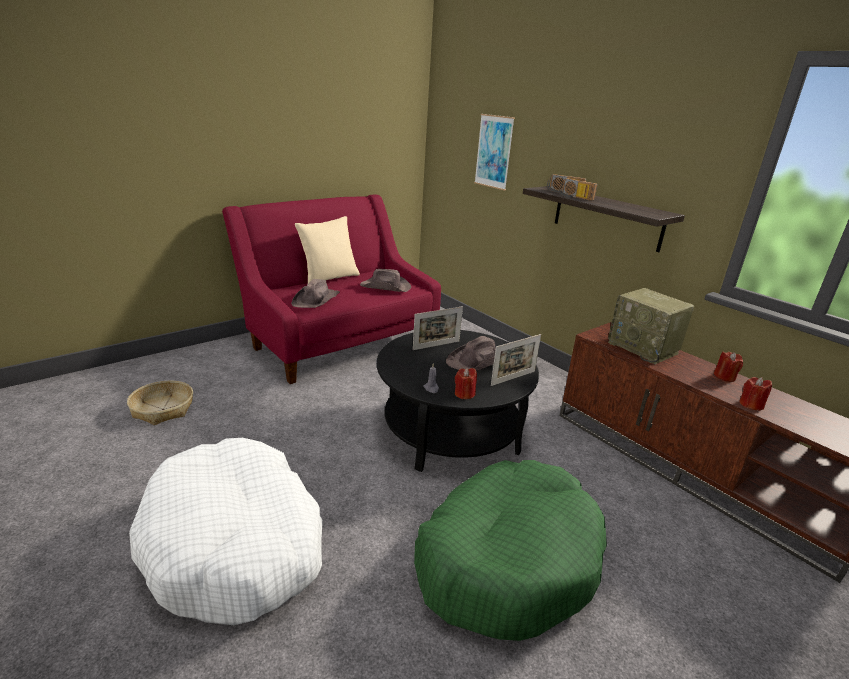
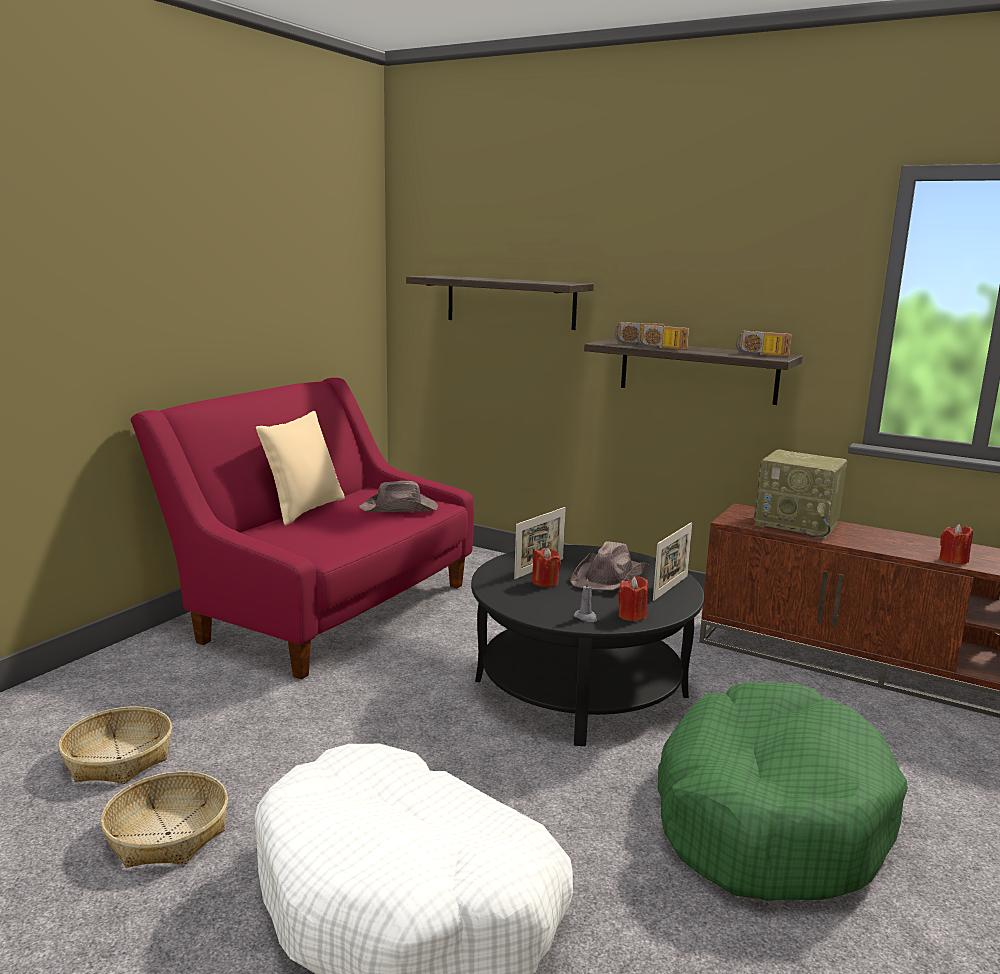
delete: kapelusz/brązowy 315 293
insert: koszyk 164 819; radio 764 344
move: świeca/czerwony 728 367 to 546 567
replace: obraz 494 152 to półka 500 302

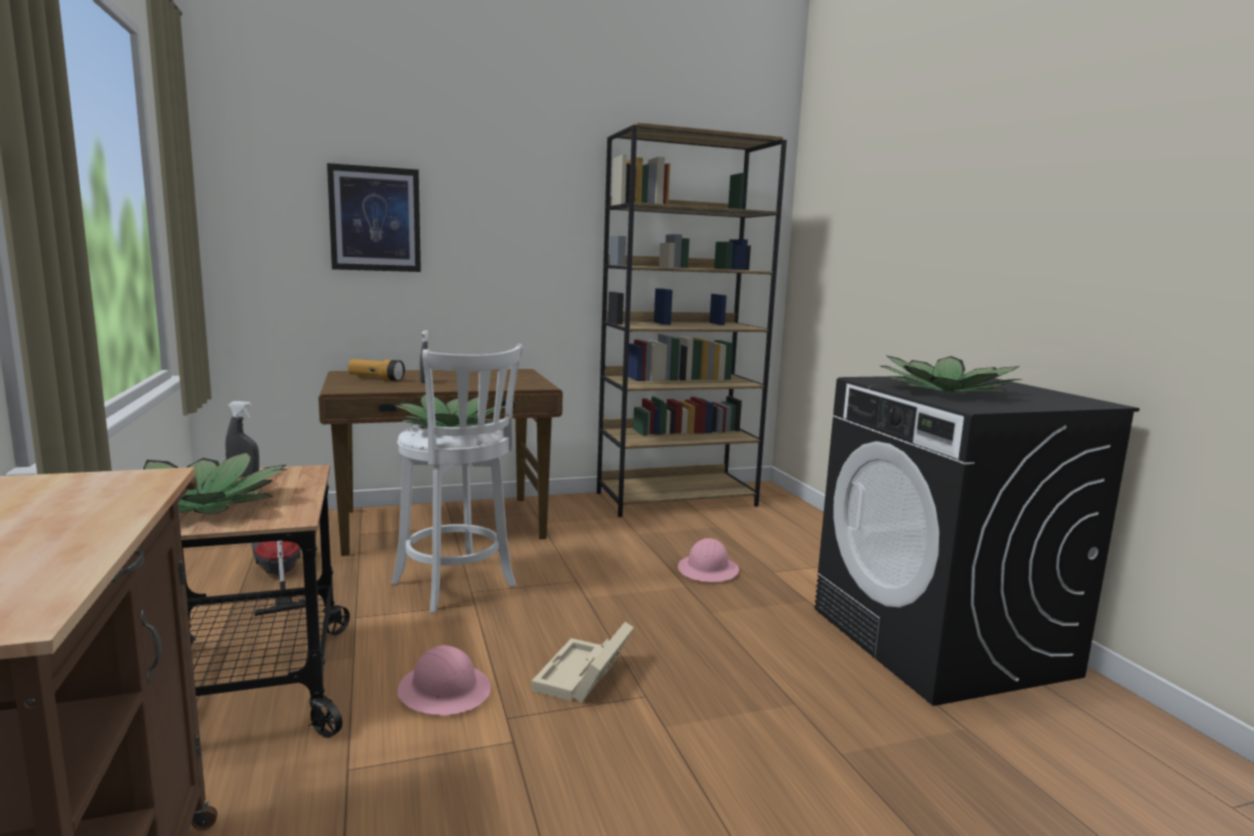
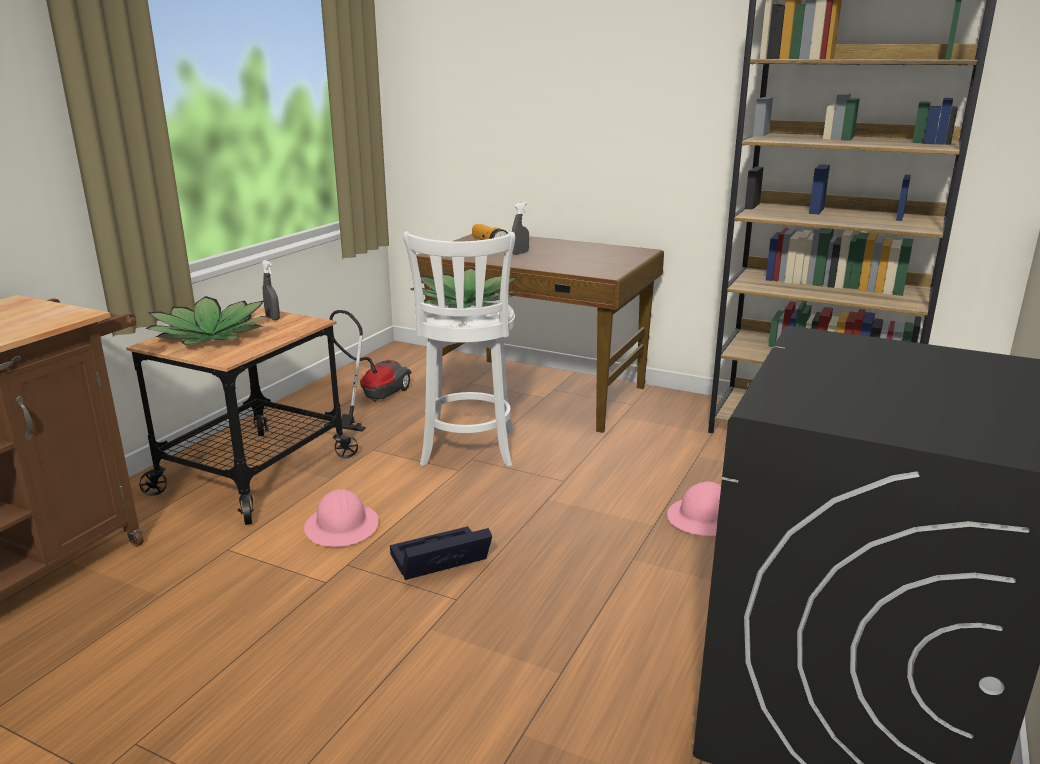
delete: obraz 374 217; roślina doniczkowa 951 374
recolor: pojemnik do przechowywania/beżowy 583 662 to pojemnik do przechowywania/czarny 441 553

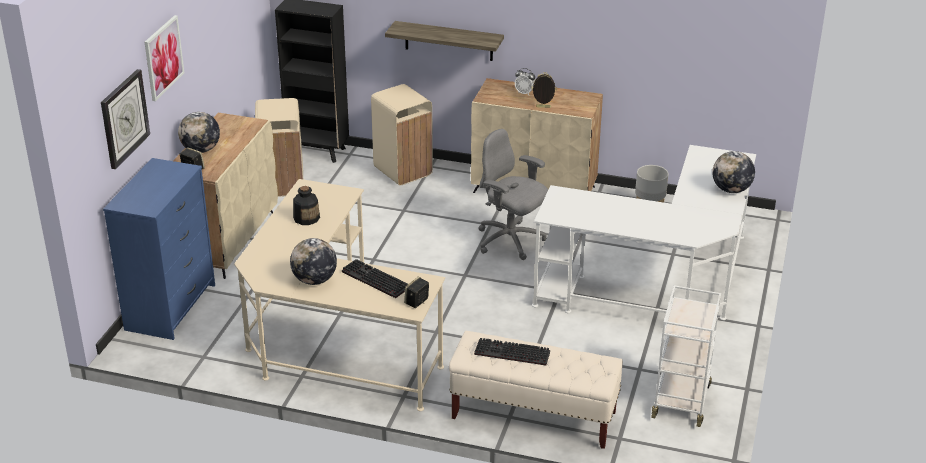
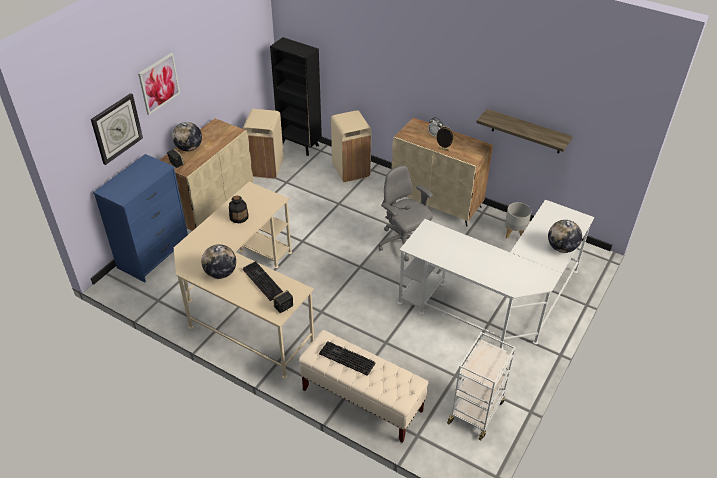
move: półka 444 41 to 524 131

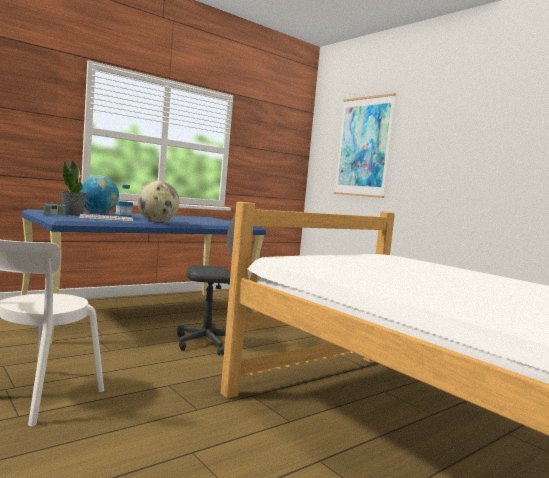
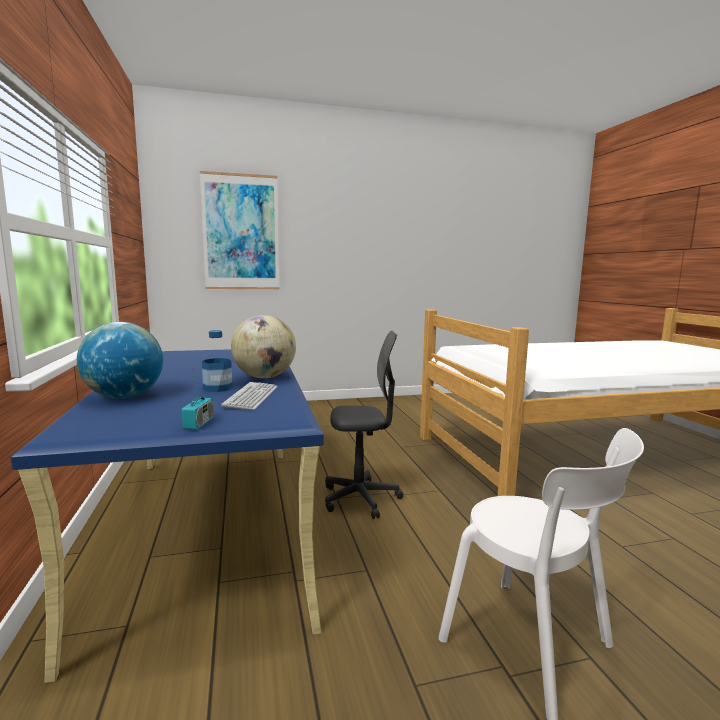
delete: roślina doniczkowa 74 188
rotate: krzesło biurowe/szary 206 283 = 364 425 75 degrees clockwise

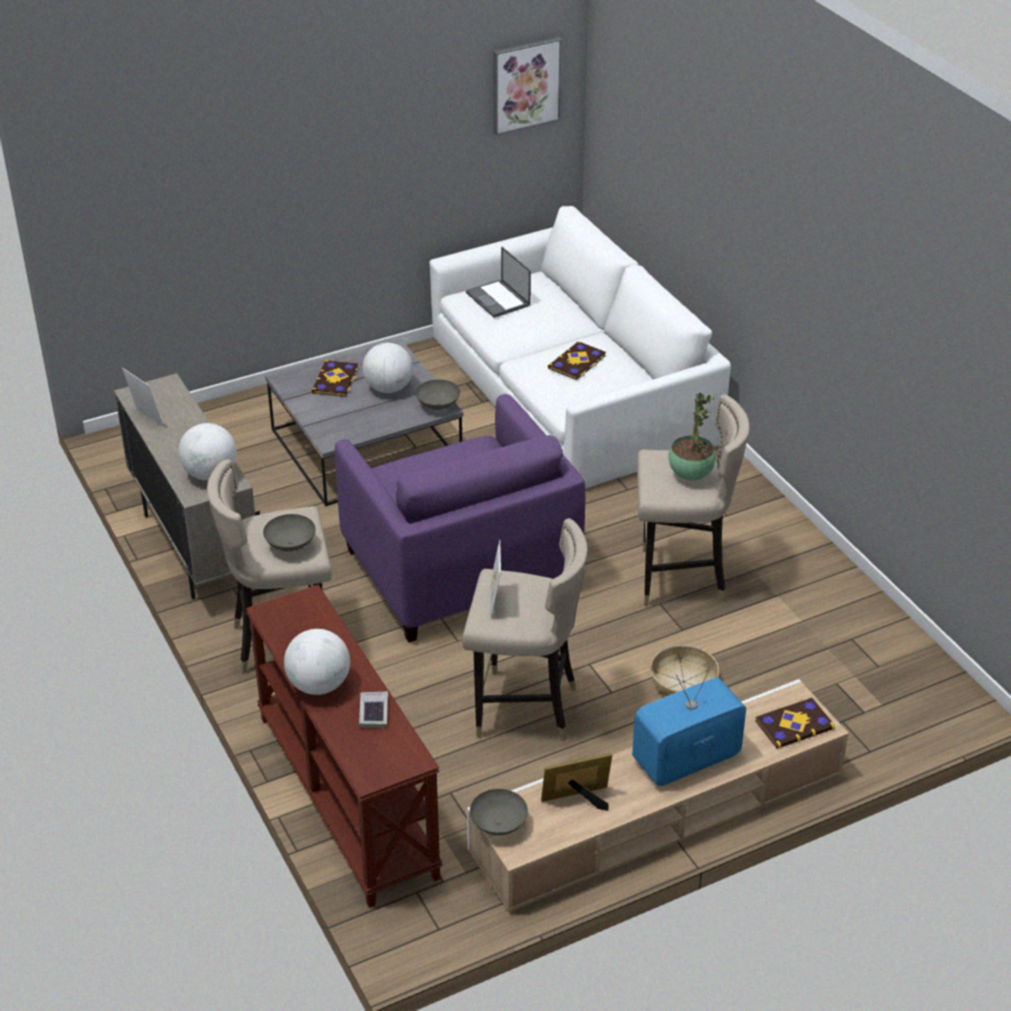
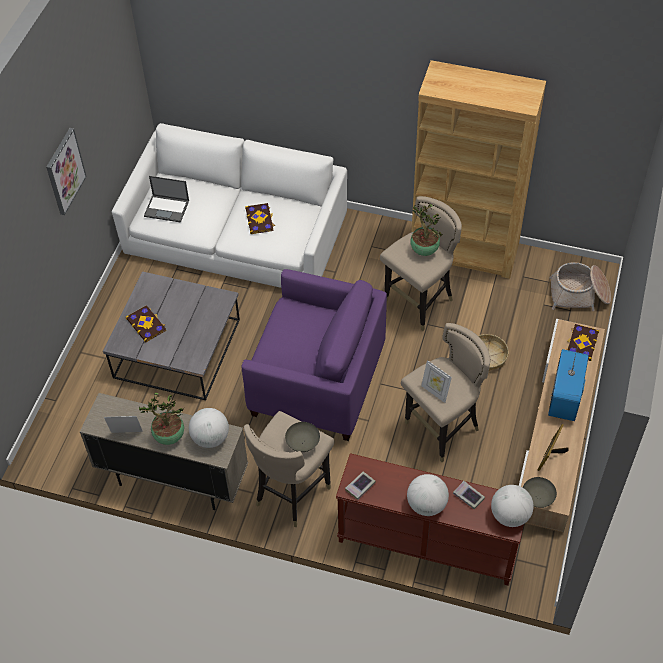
delete: miska/szary 438 394
insert: roślina doniczkowa 161 419; książka 360 486; regał/brązowy 479 169; koszyk 580 286
move: globus 388 368 to 512 506; obraz 527 86 to 66 171

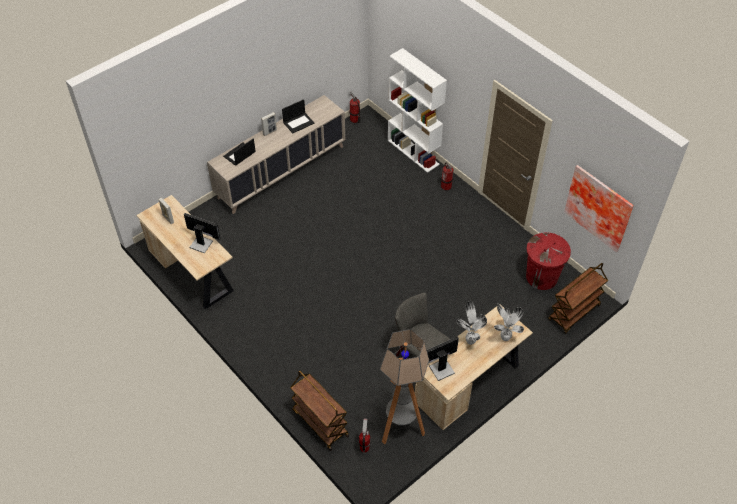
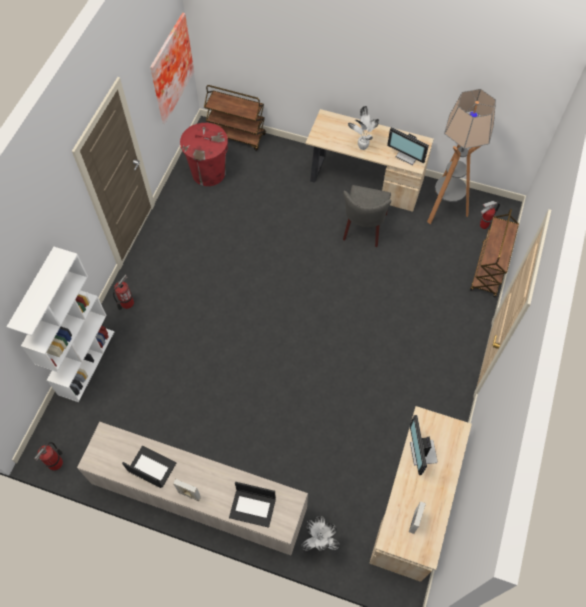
move: roślina doniczkowa 509 322 to 320 533

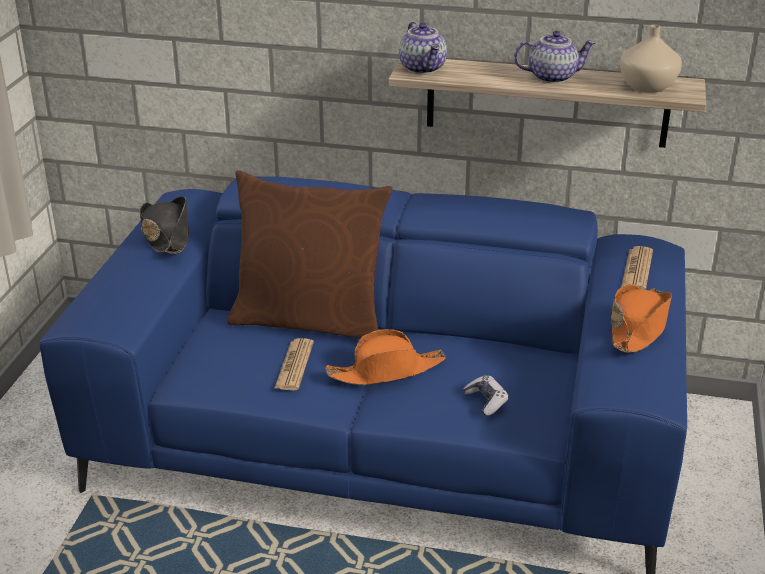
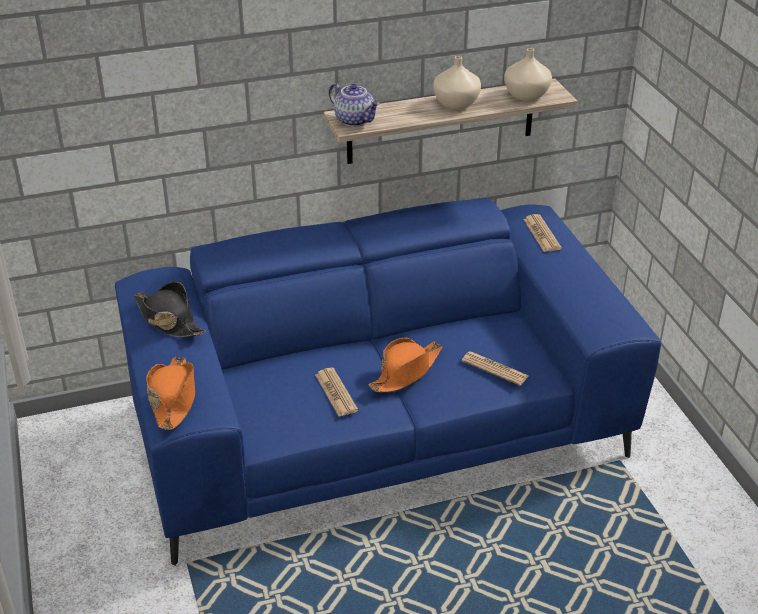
delete: poduszka/brązowy 309 254
move: kapelusz/pomarańczowy 641 318 to 170 393
replace: pad do gier 486 395 to gazeta 495 368; imbryk 555 57 to wazon/beżowy 457 83

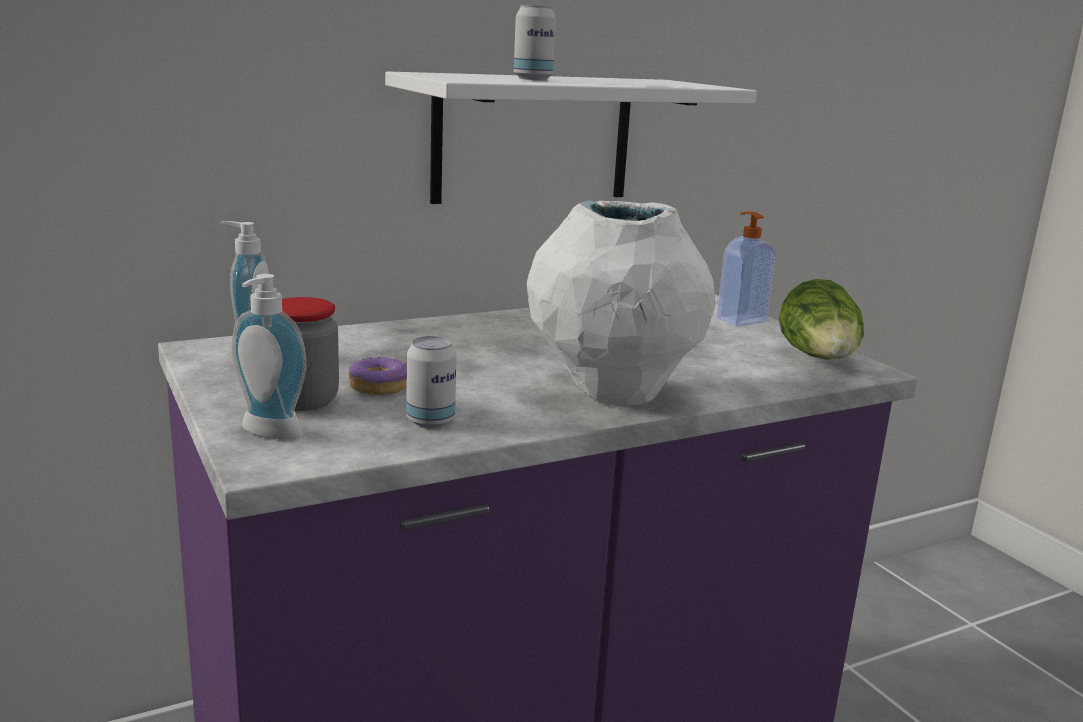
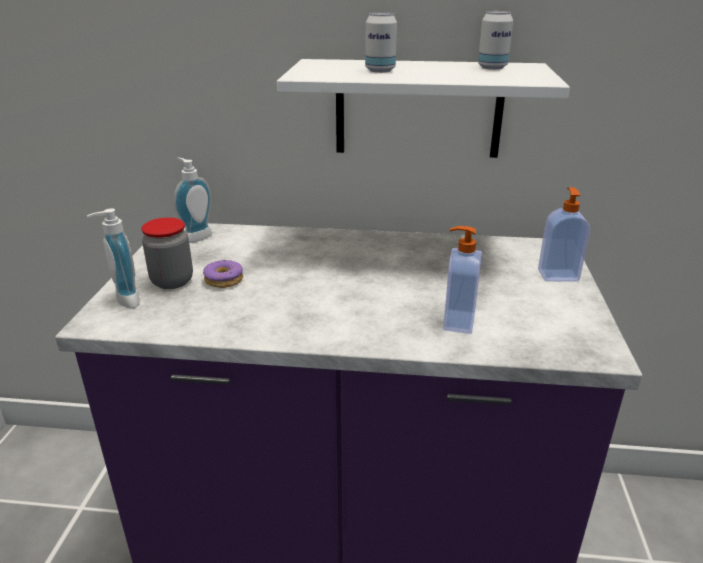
delete: wazon/biały 621 303; sałata 821 319
insert: dozownik mydła 462 280
move: puszka 431 382 to 495 40

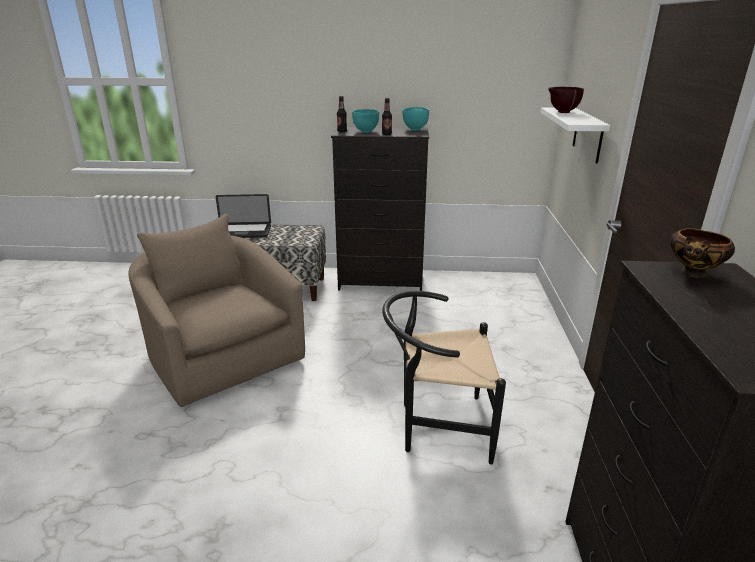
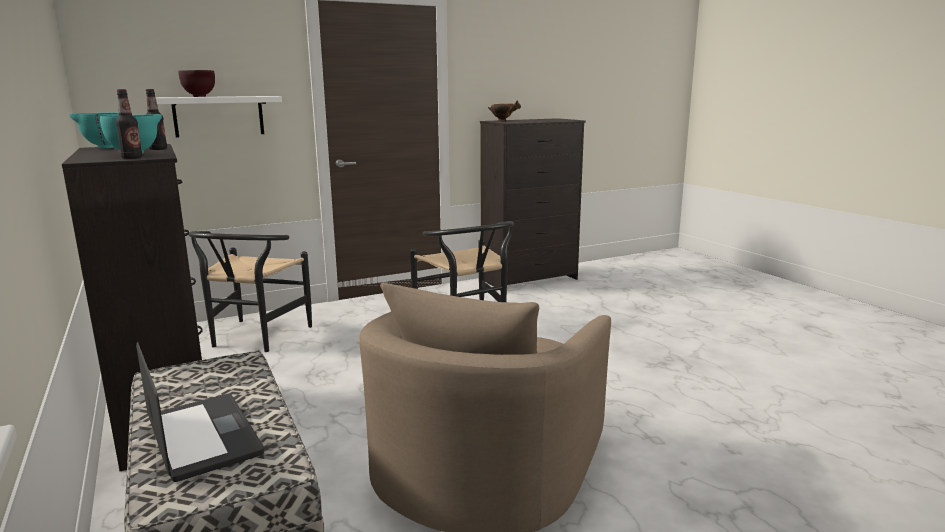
insert: krzesło/czarny 250 291

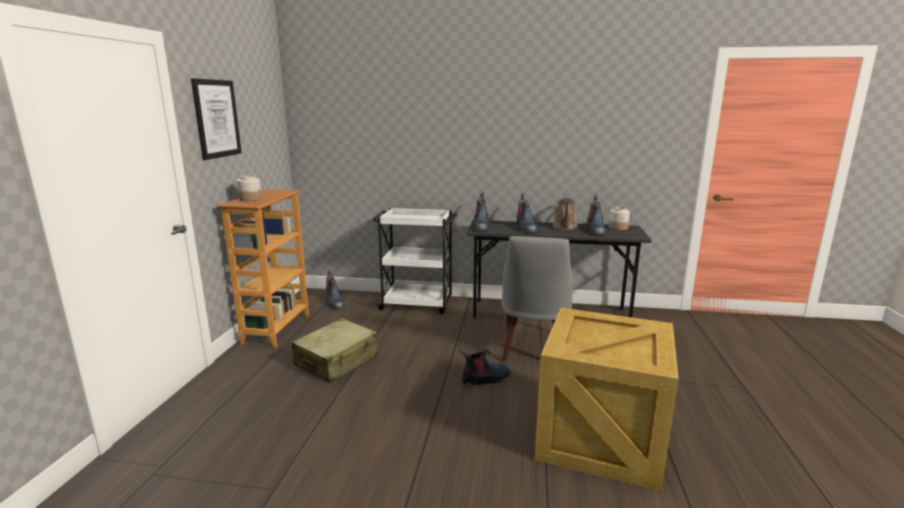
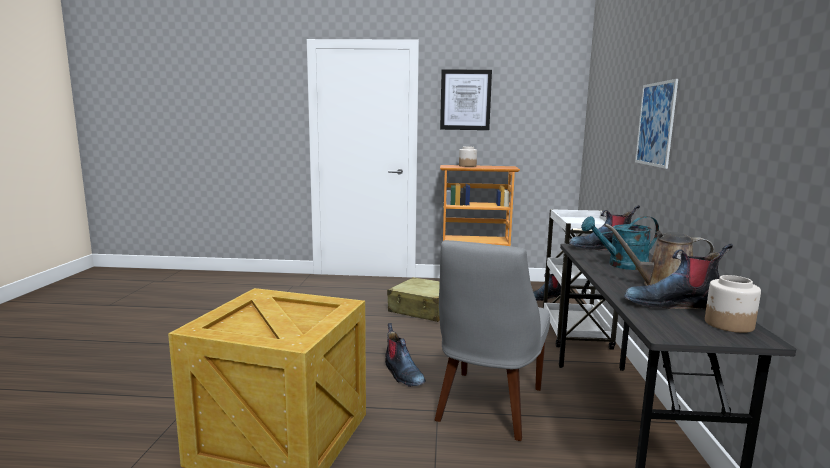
insert: obraz 656 124
replace: but z cholewką 526 213 to konewka/turkusowy 620 243
rotate: krzesło/szary 537 298 = 492 340 75 degrees counterclockwise

